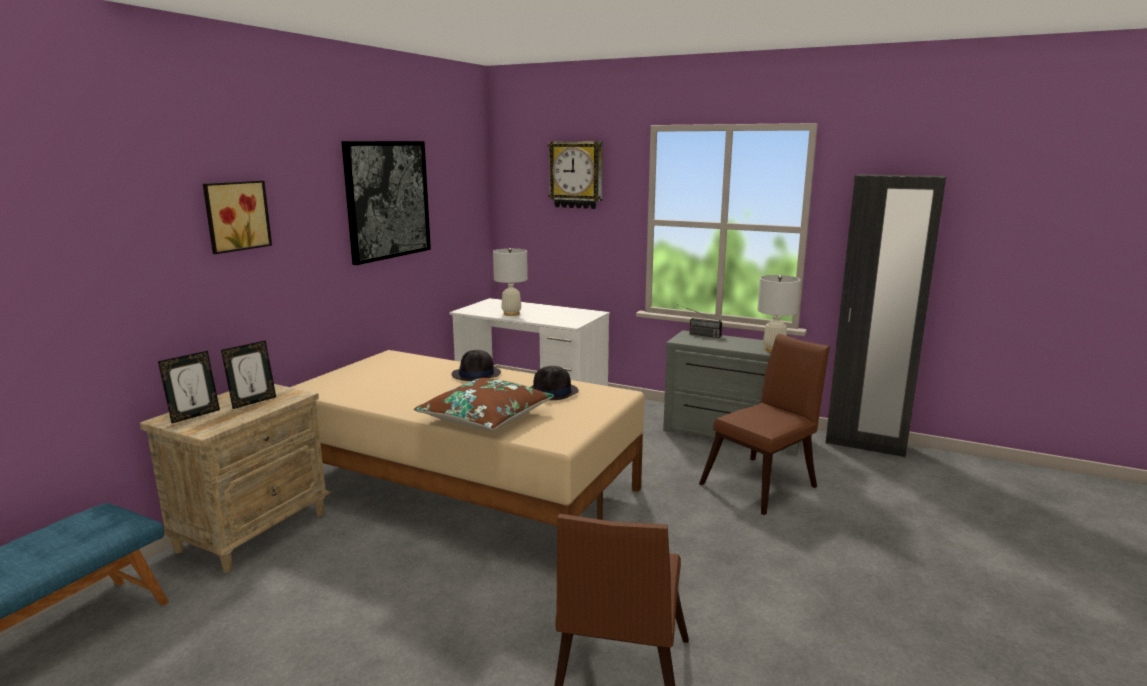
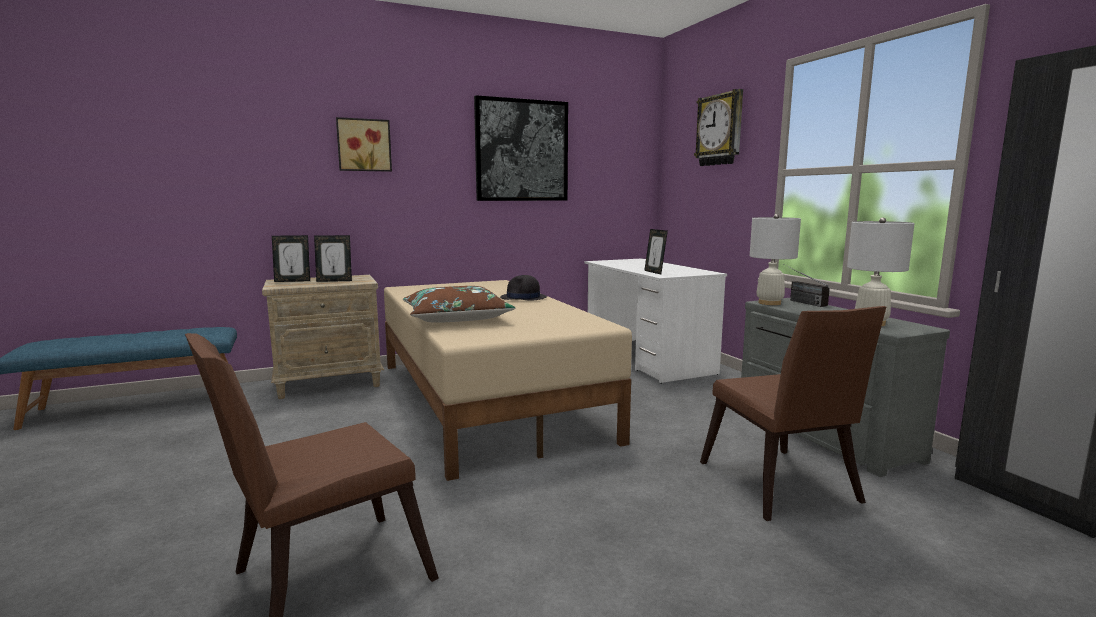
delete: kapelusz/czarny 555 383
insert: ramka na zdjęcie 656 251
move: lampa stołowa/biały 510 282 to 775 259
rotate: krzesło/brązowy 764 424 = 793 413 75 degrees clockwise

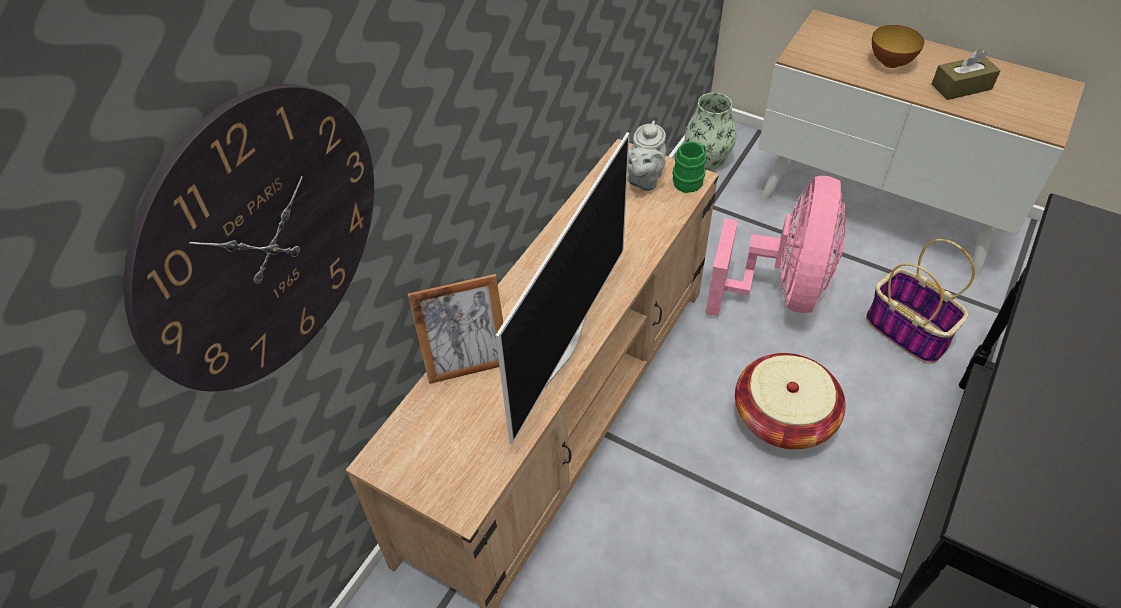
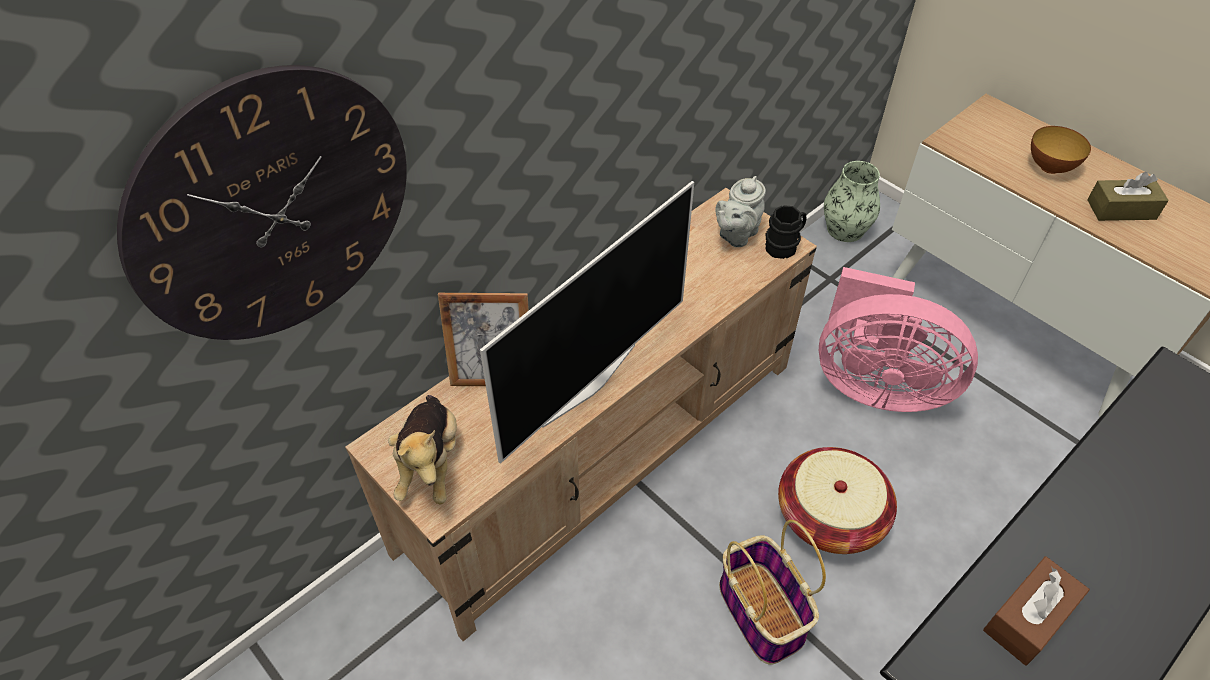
insert: pluszak 422 450; pudełko chusteczek/brązowy 1036 611
move: koszyk 920 301 to 772 592
recolor: kubek/zielony 689 167 to kubek/czarny 786 232
rotate: wentylator/różowy 775 246 = 898 339 75 degrees clockwise

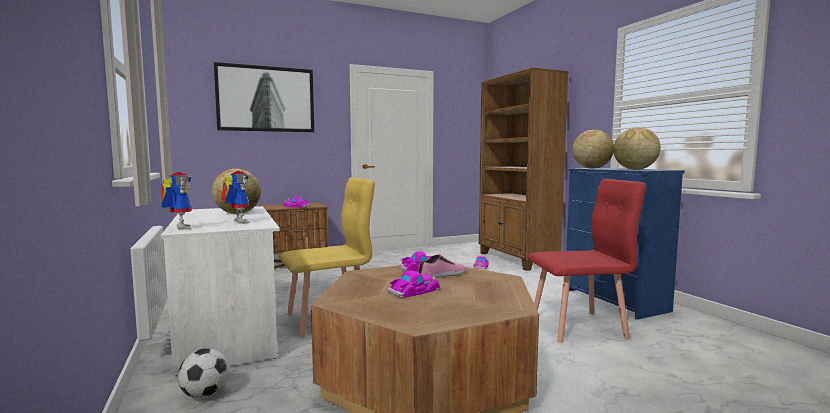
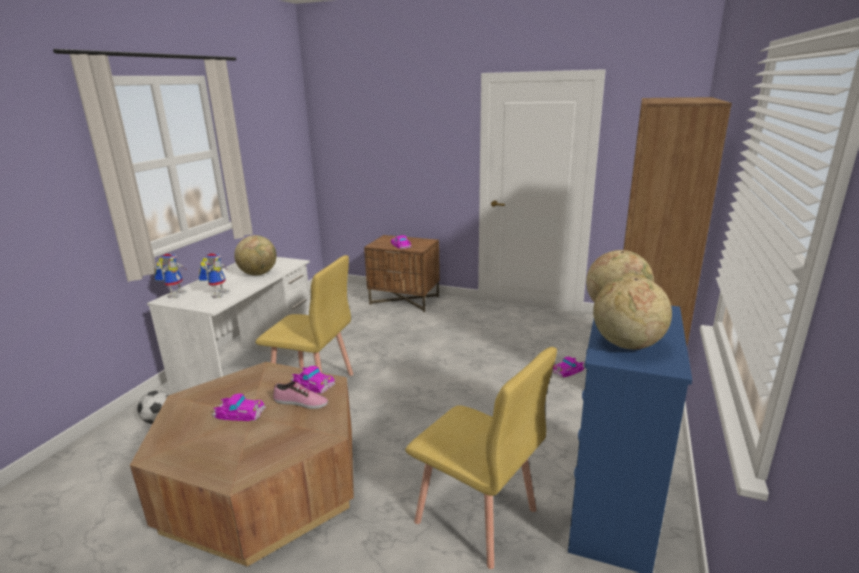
delete: obraz 264 97
recolor: krzesło/czerwony 587 261 to krzesło/żółty 481 458

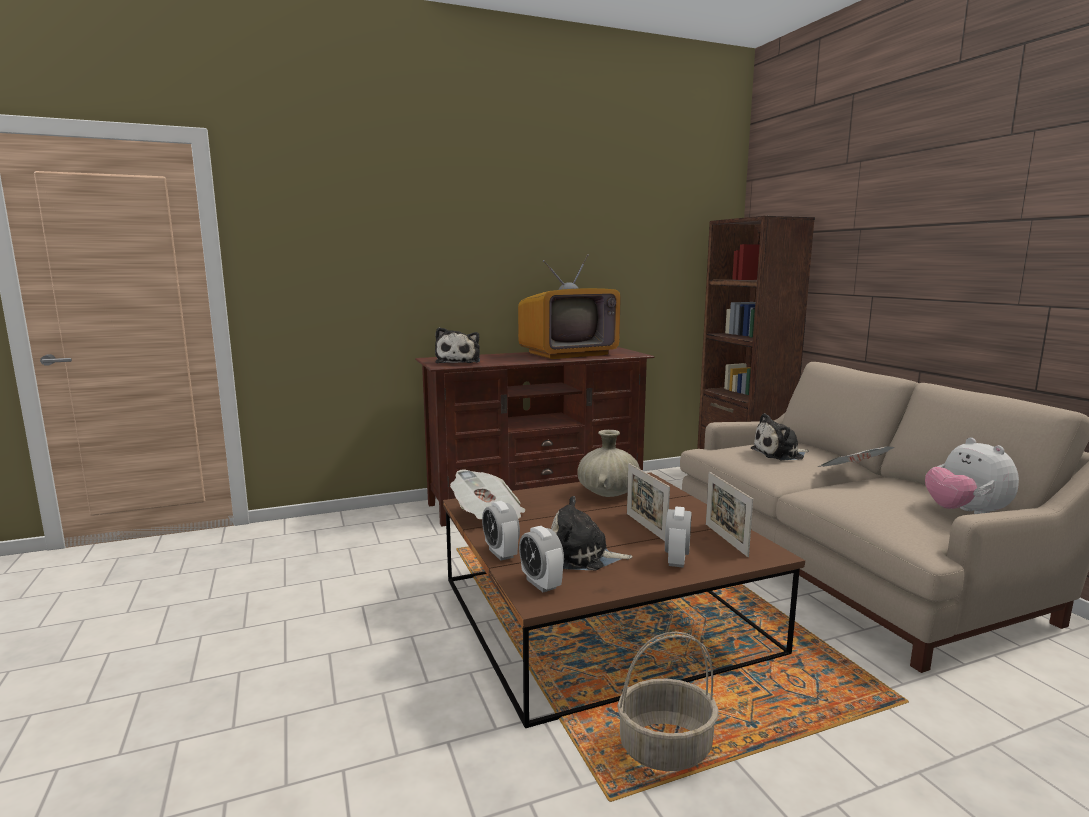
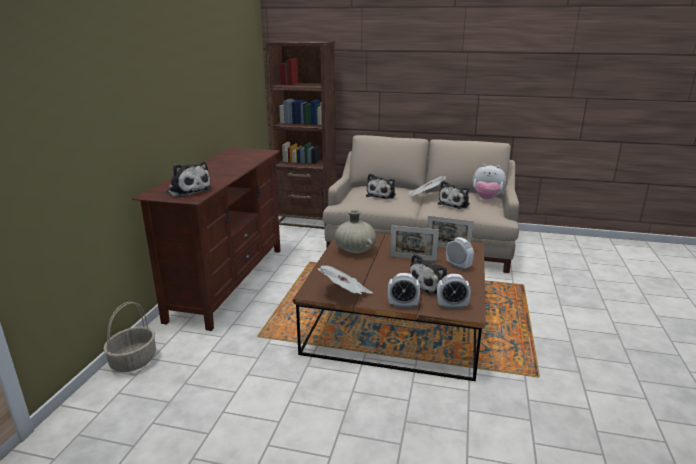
delete: telewizor 569 306
insert: pluszak 454 195
move: koszyk 668 701 to 129 337

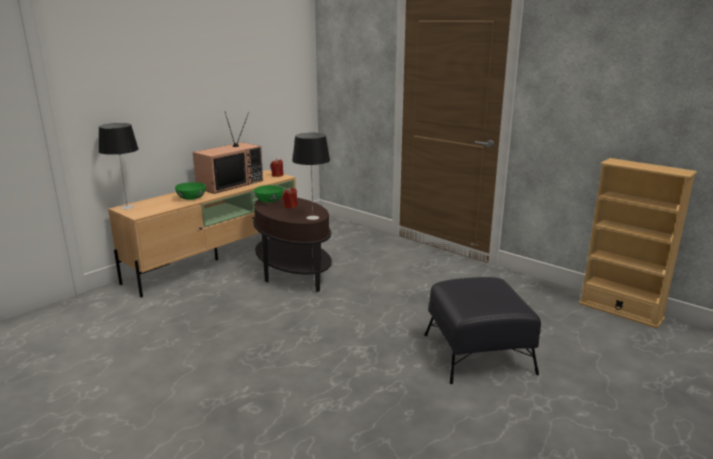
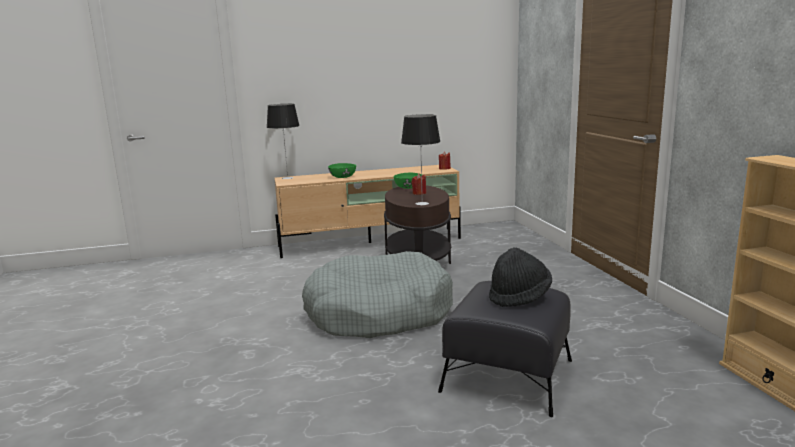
delete: telewizor 228 153
insert: legowisko/szary 377 294; kapelusz/czarny 520 277

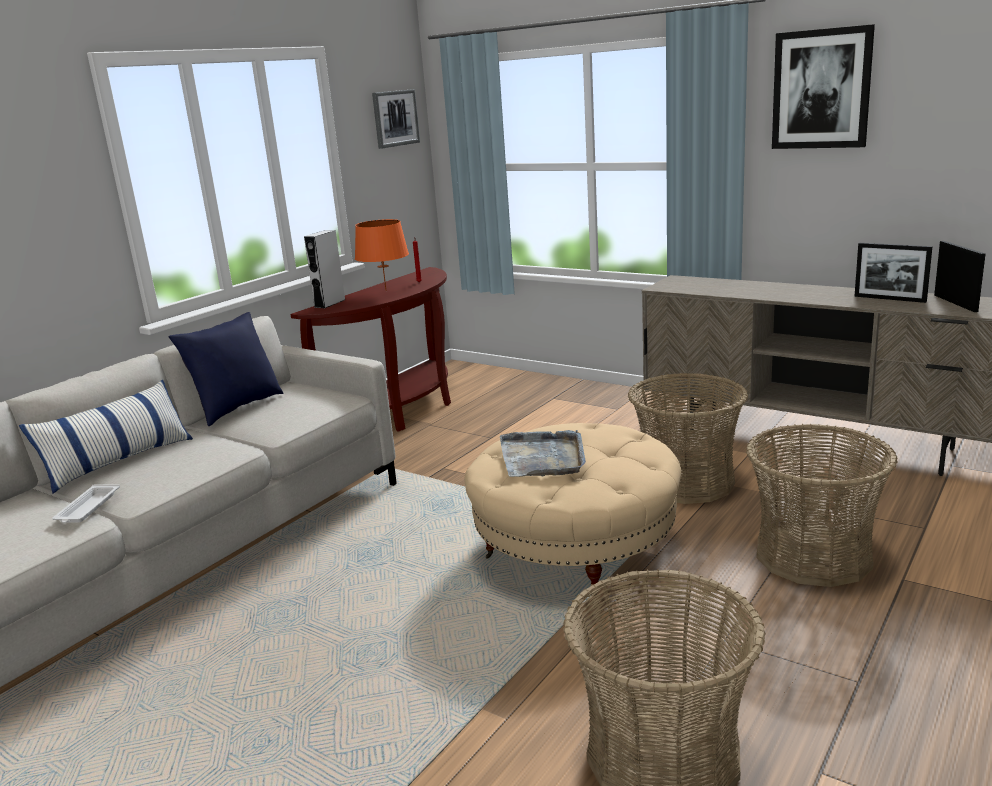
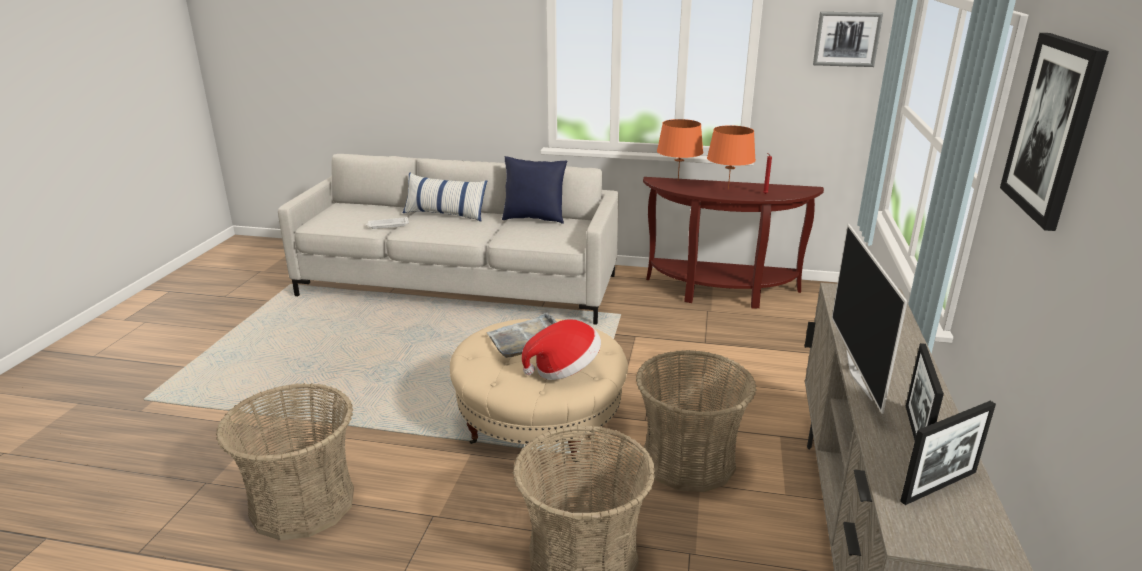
insert: kapelusz 561 349; telewizor 870 319
replace: głośnik/szary 324 269 to lampa stołowa/pomarańczowy 680 150

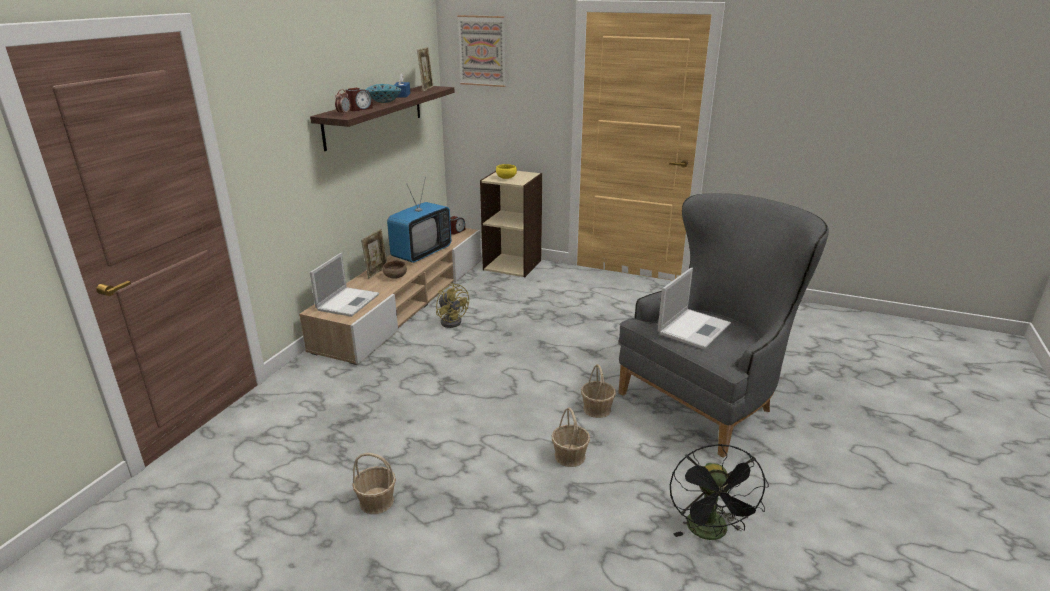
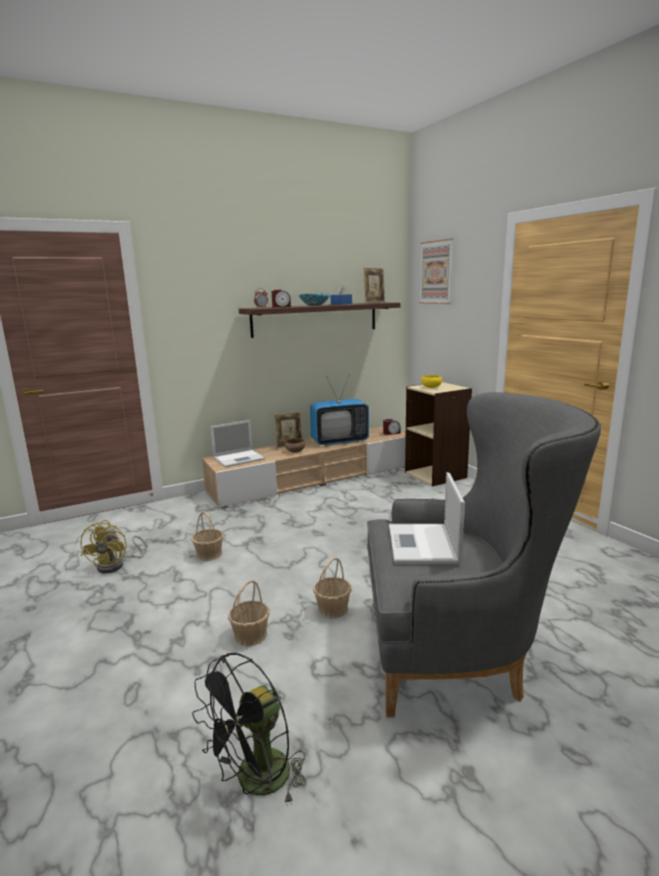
move: koszyk 374 483 to 207 536; wentylator/żółty 452 305 to 114 547
rotate: laptop 694 308 = 427 518 105 degrees clockwise

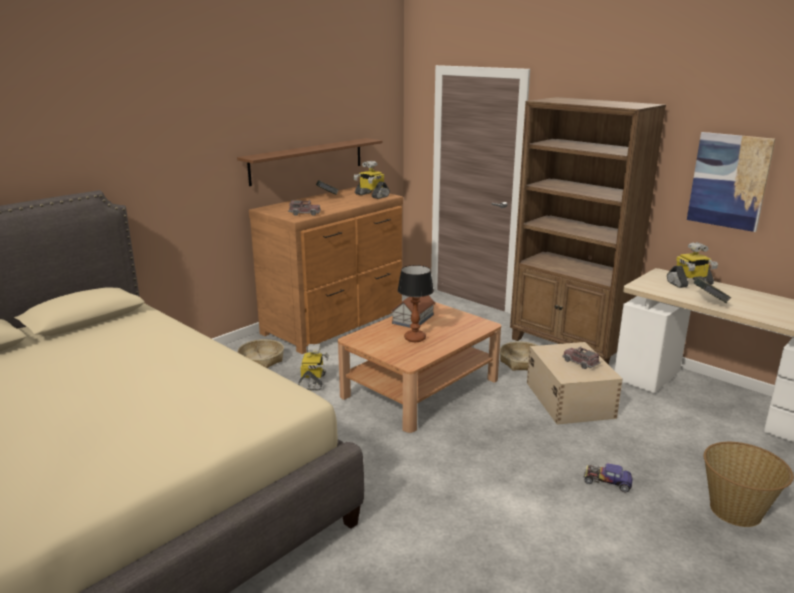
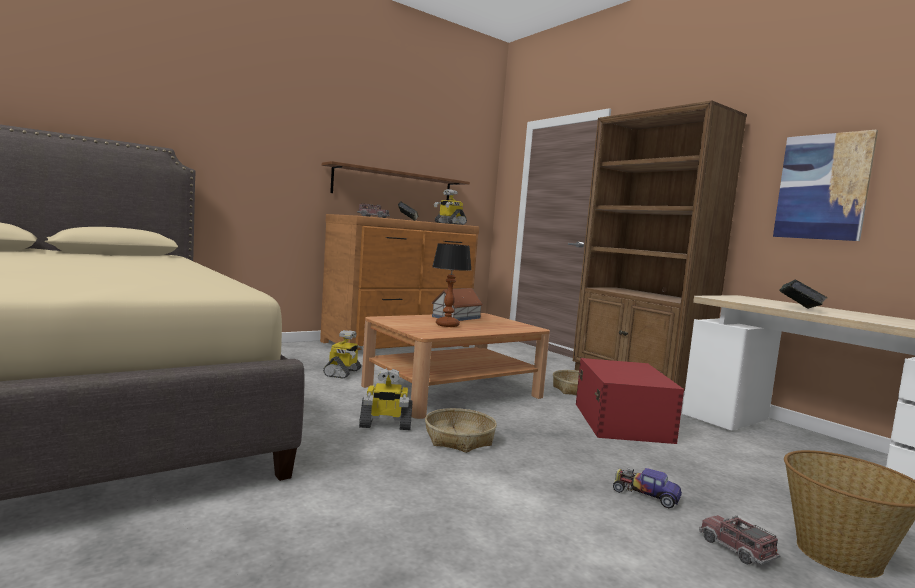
move: koszyk 261 353 to 461 430; ciężarówka zabawkowa 581 357 to 739 540; robot zabawkowy 692 265 to 386 399
recolor: pojemnik do przechowywania/beżowy 575 383 to pojemnik do przechowywania/czerwony 630 401

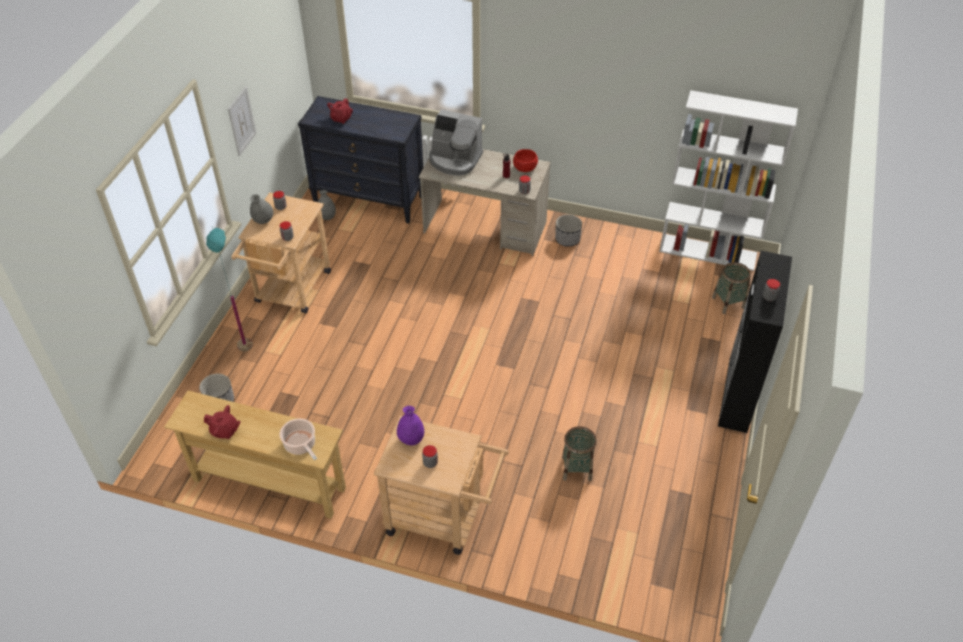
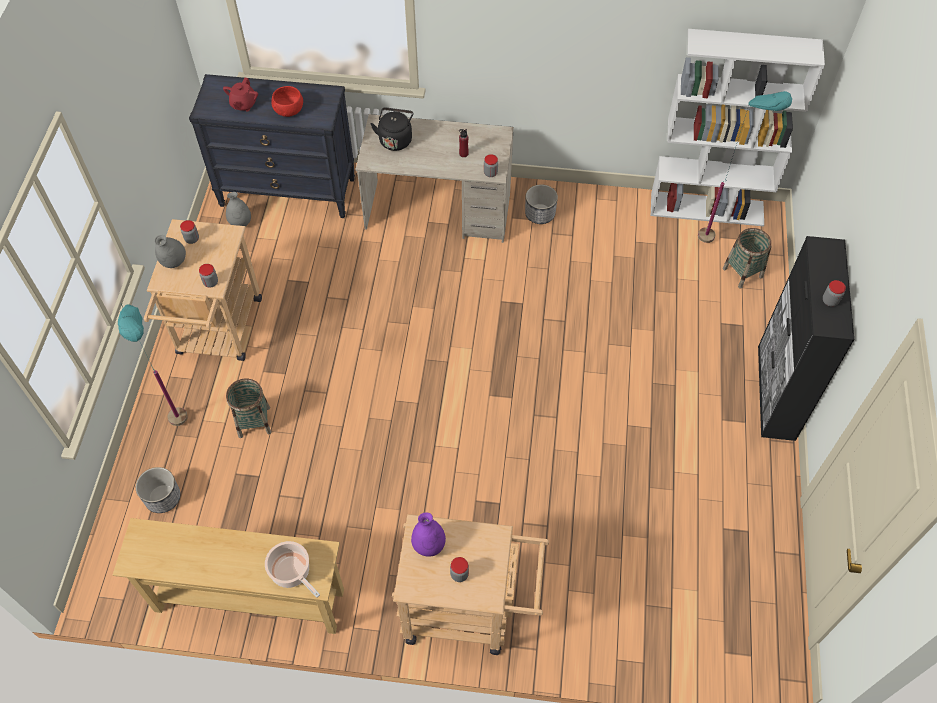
delete: imbryk/czerwony 222 422; obraz 242 121
insert: lampa stojąca/turkusowy 745 167
move: miska/czerwony 525 160 to 287 101; koszyk 579 453 to 248 408
replace: ekspres do kawy 456 142 to czajnik/czarny 392 129

